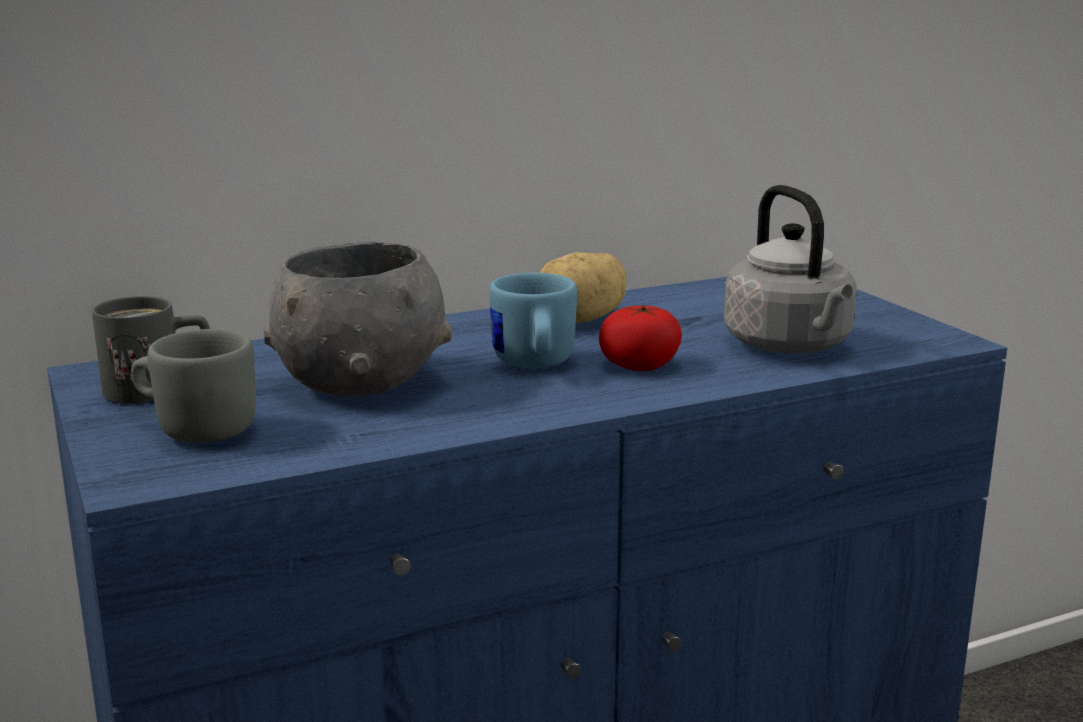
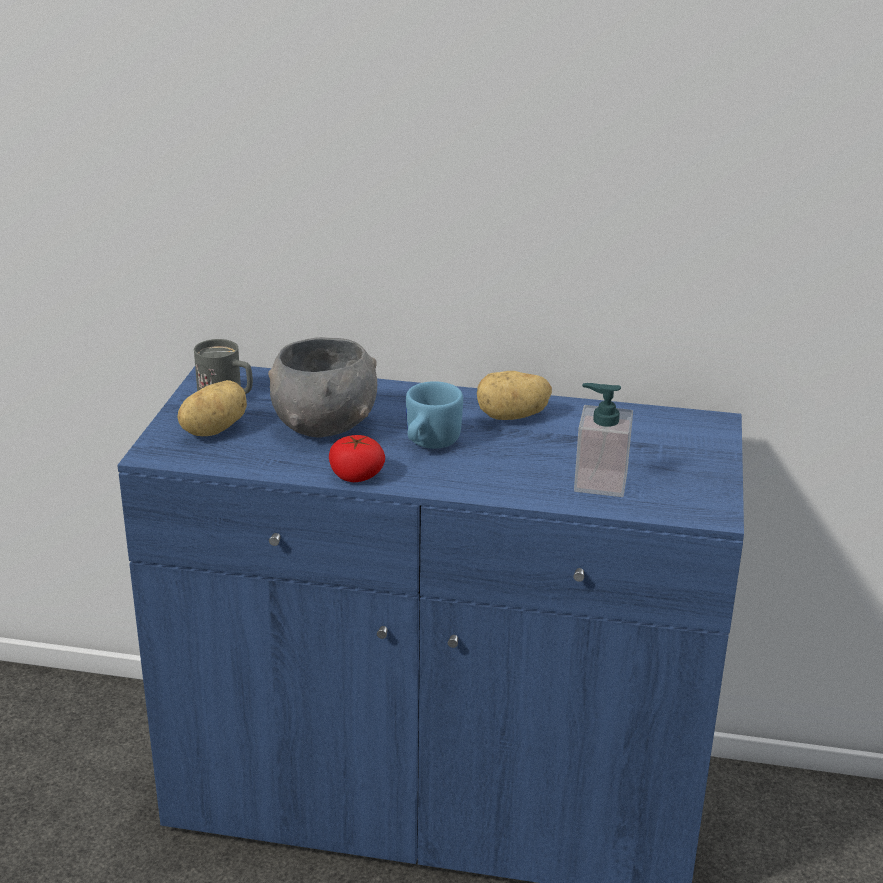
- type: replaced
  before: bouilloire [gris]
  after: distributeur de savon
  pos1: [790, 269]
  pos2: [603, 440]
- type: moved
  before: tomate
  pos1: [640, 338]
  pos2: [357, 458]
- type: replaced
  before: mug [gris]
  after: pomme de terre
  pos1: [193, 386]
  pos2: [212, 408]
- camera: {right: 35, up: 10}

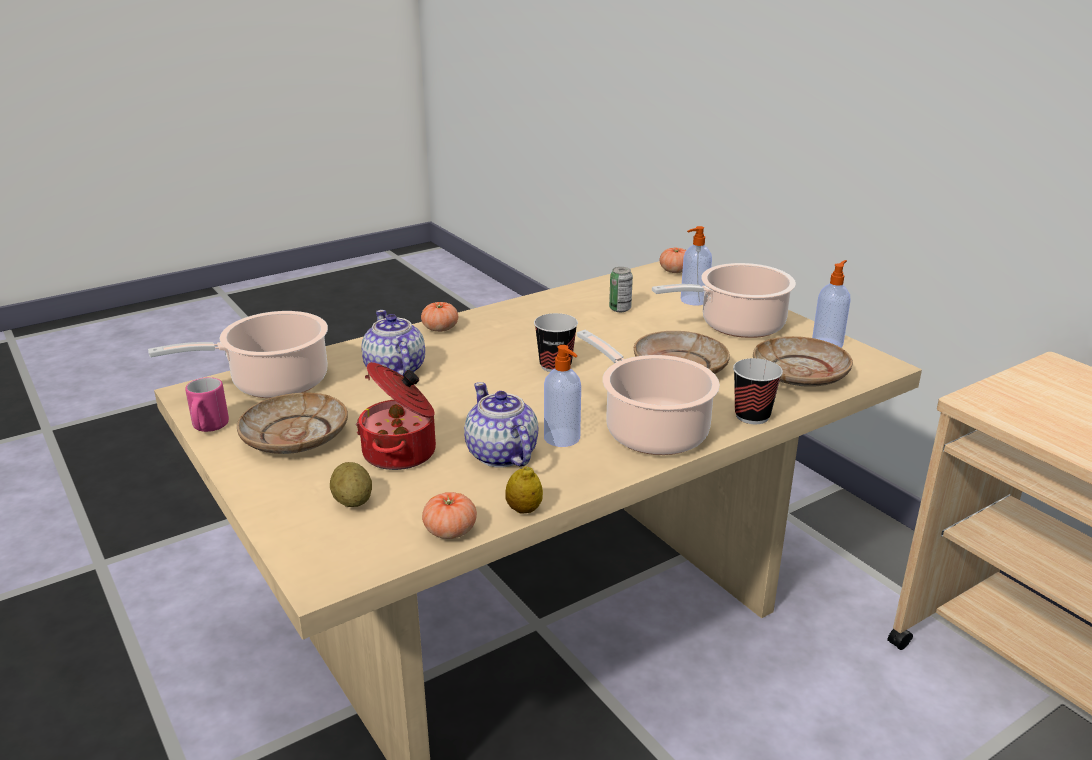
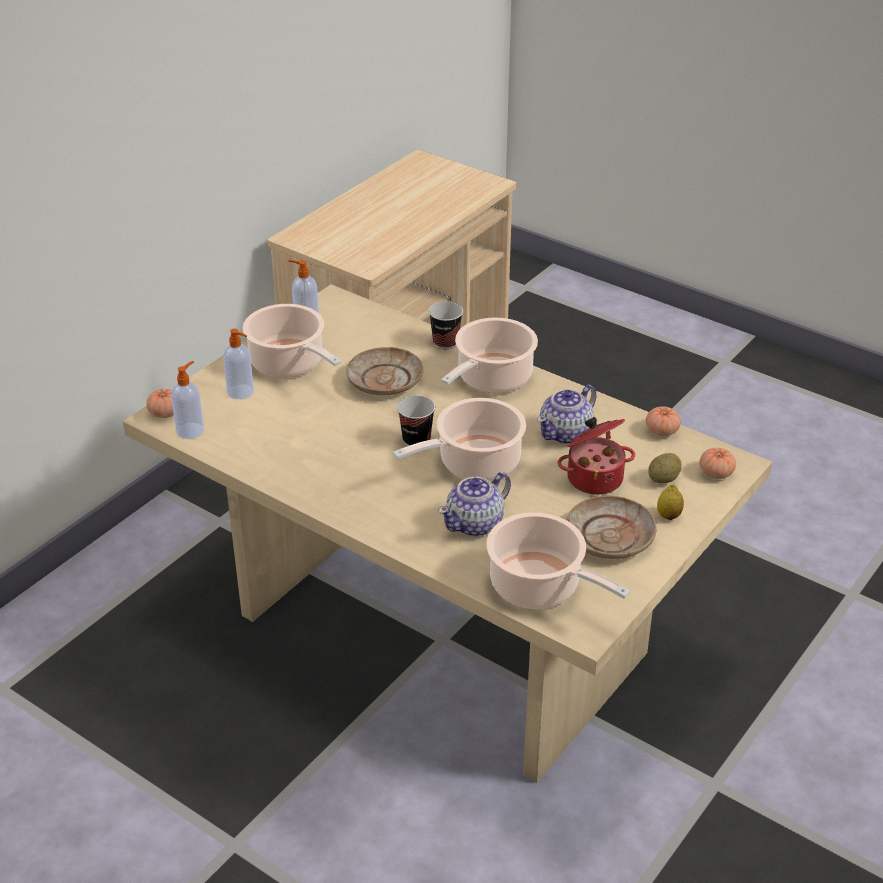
- type: removed
  before: boîte métallique
  pos1: [621, 289]
- type: moved
  before: tomate
  pos1: [439, 317]
  pos2: [717, 463]
- type: removed
  before: assiette [beige]
  pos1: [803, 361]
- type: moved
  before: distributeur de savon
  pos1: [562, 396]
  pos2: [187, 400]
- type: removed
  before: mug [rose]
  pos1: [207, 404]
- type: moved
  before: citron
  pos1: [524, 489]
  pos2: [670, 502]
- type: added
  after: marmite
  pos2: [459, 439]
- camera: {right: -110, up: 10}

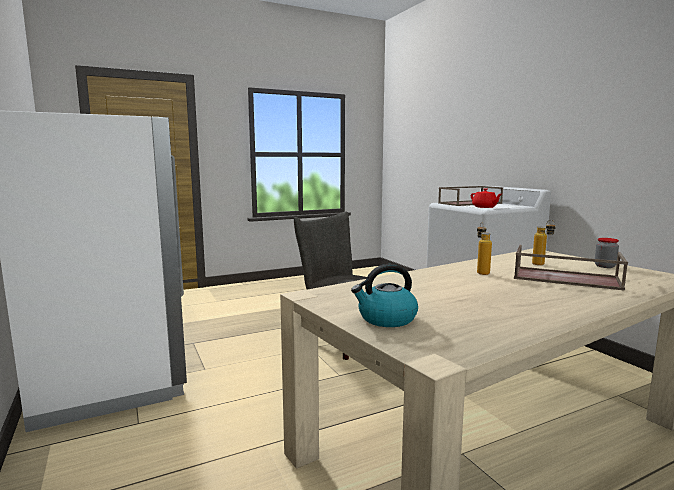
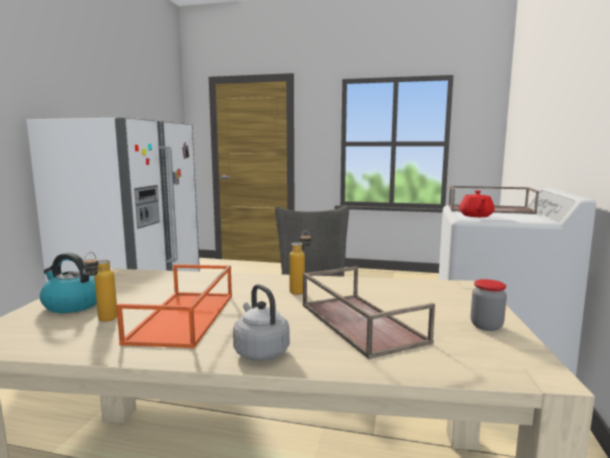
- type: moved
  before: bouteille
  pos1: [544, 242]
  pos2: [100, 287]
- type: added
  after: plateau [orange]
  pos2: [174, 306]
- type: added
  after: bouilloire [gris]
  pos2: [261, 322]
- camera: {right: 40, up: 0}

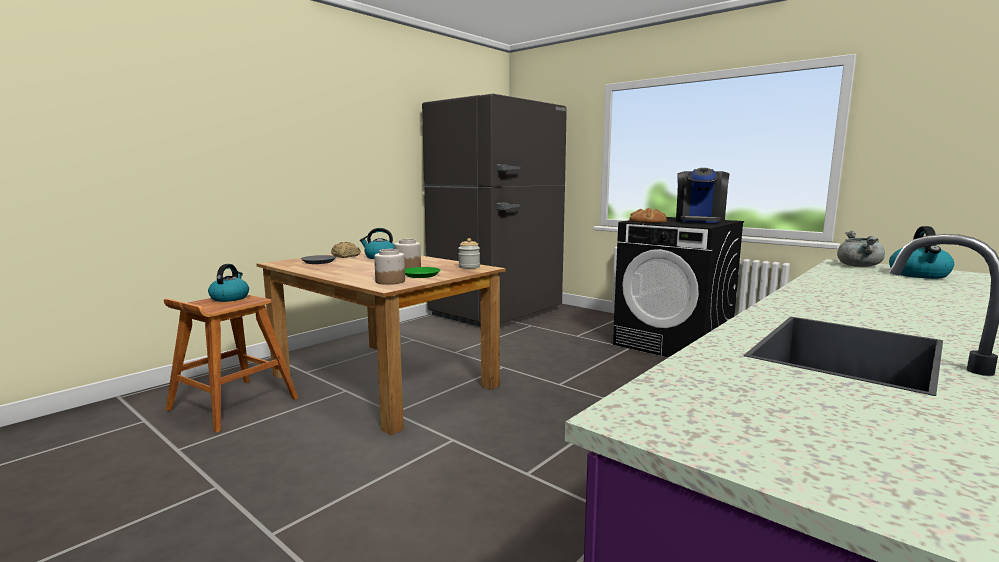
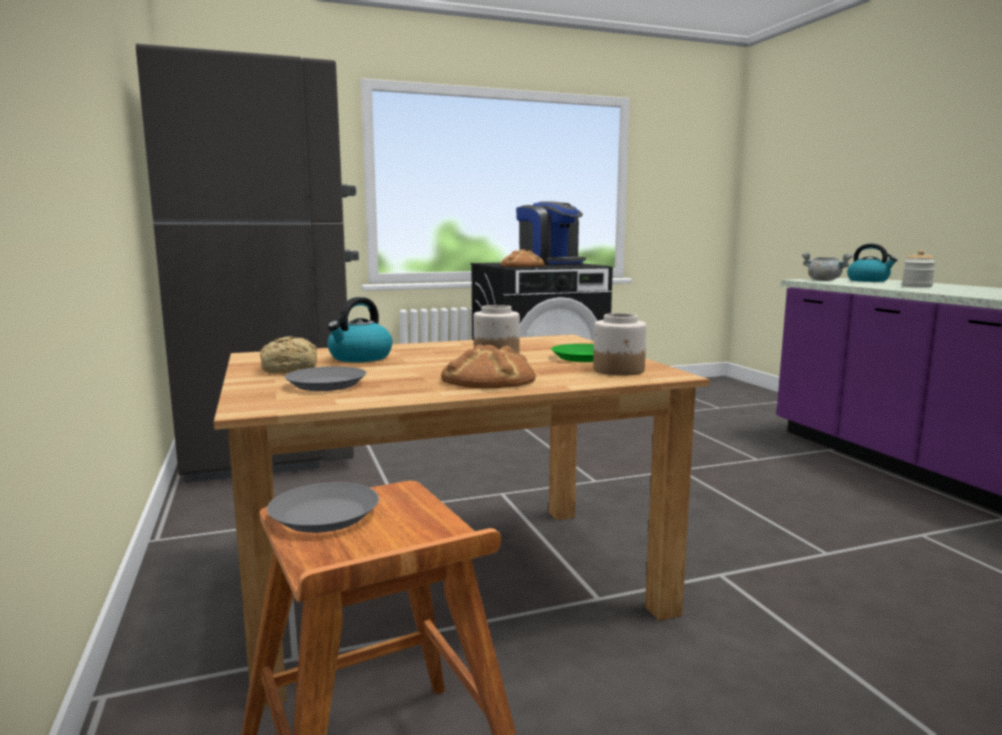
- type: moved
  before: bocal
  pos1: [469, 253]
  pos2: [919, 269]
- type: replaced
  before: bouilloire
  after: assiette [gris]
  pos1: [228, 283]
  pos2: [323, 507]
- type: added
  after: pain
  pos2: [488, 366]
- camera: {right: -60, up: 0}

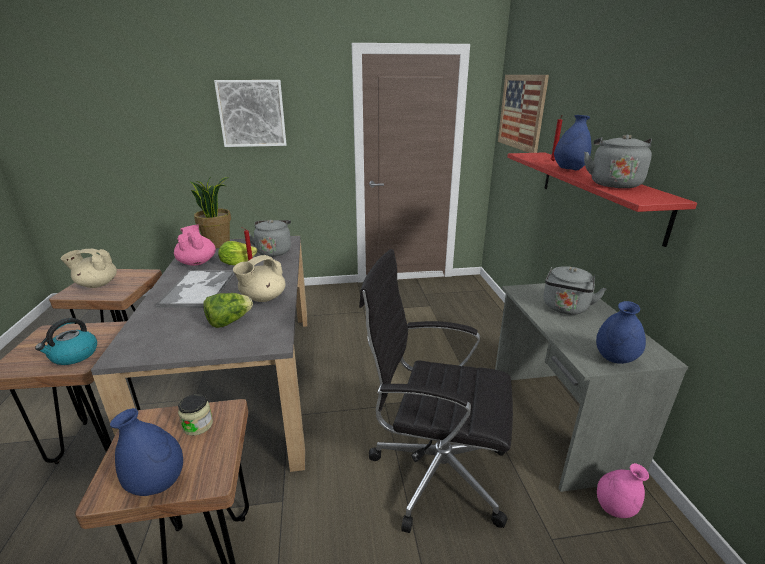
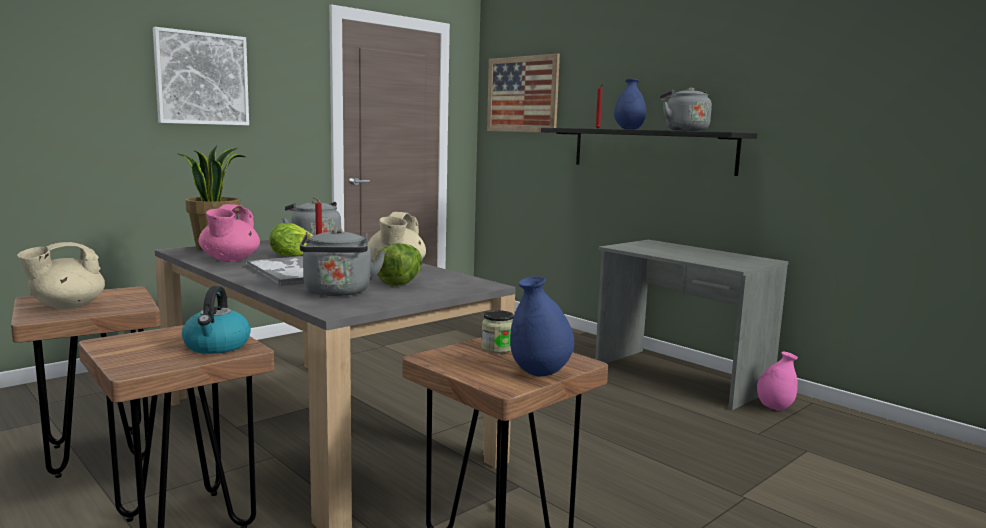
- type: recoloured
  before: étagère [rouge]
  after: étagère [noir]
  pos1: [602, 199]
  pos2: [649, 152]
- type: turned
  before: théière [rose]
  pos1: [195, 245]
  pos2: [229, 232]
  turn: -120
- type: removed
  before: chaise de bureau [noir]
  pos1: [436, 391]
- type: moved
  before: bouilloire [gris]
  pos1: [575, 290]
  pos2: [343, 262]
- type: removed
  before: vase [bleu]
  pos1: [621, 332]
- camera: {right: -35, up: -15}

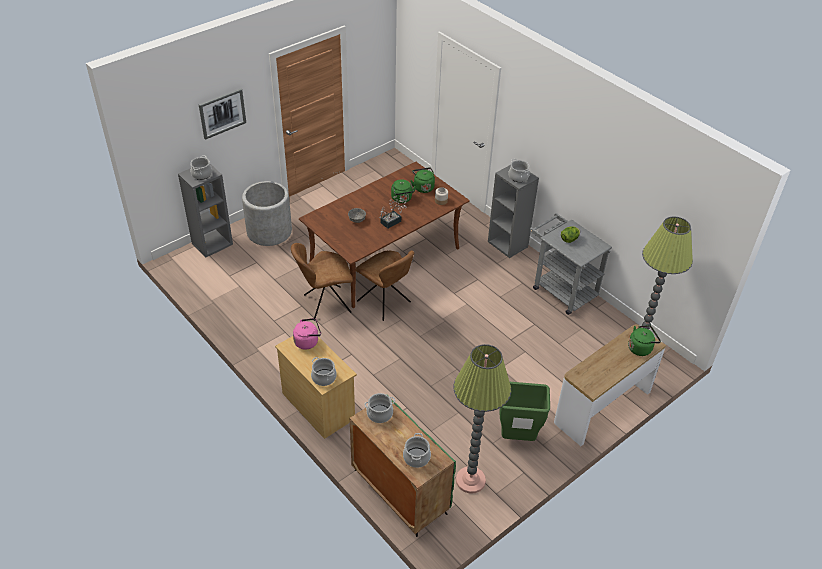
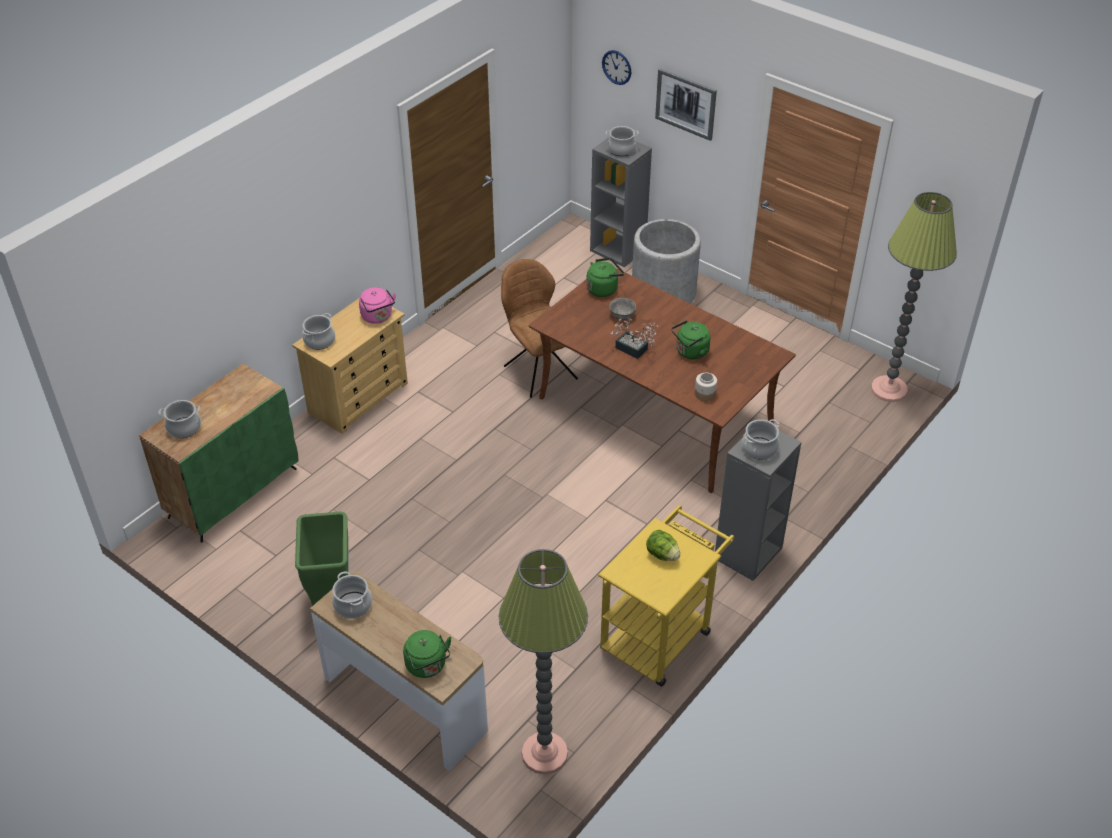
- type: moved
  before: bouilloire [vert]
  pos1: [422, 180]
  pos2: [605, 277]
- type: recoloured
  before: chariot [gris]
  after: chariot [jaune]
  pos1: [570, 264]
  pos2: [666, 596]
- type: removed
  before: chaise [marron]
  pos1: [385, 285]
- type: moved
  before: lampadaire
  pos1: [482, 419]
  pos2: [914, 297]
- type: moved
  before: marmite
  pos1: [379, 408]
  pos2: [352, 595]
- type: added
  after: horloge murale
  pos2: [616, 67]
- camera: {right: 80, up: 0}

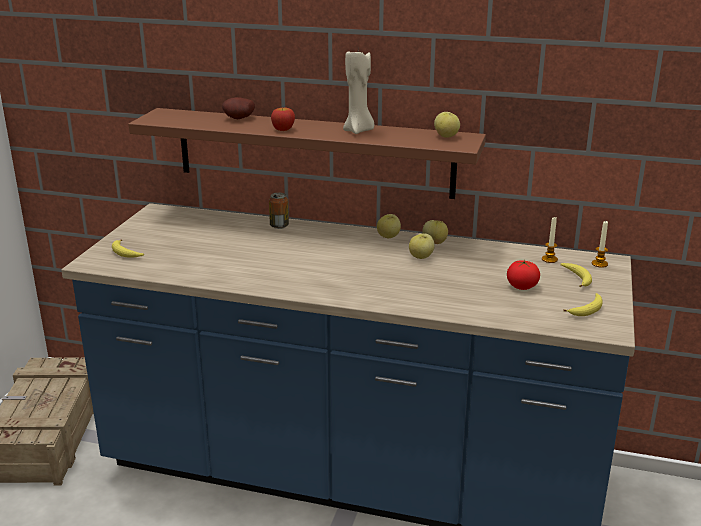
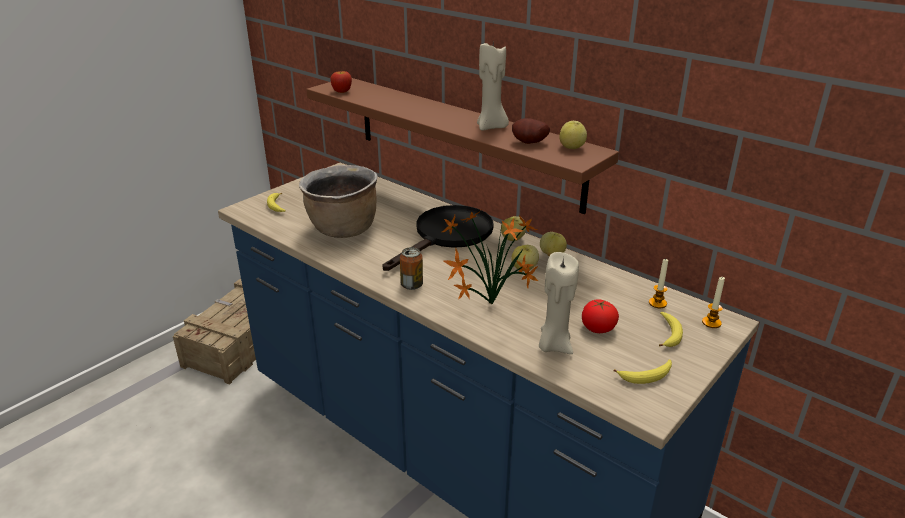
- type: moved
  before: pomme de terre
  pos1: [238, 108]
  pos2: [531, 131]
- type: moved
  before: pomme
  pos1: [283, 119]
  pos2: [341, 82]
- type: moved
  before: boîte métallique
  pos1: [279, 211]
  pos2: [411, 268]
- type: added
  after: marmite [marron]
  pos2: [338, 201]
- type: added
  after: poêle [noir]
  pos2: [438, 238]
- type: added
  after: plante en pot
  pos2: [490, 257]
- type: added
  after: bougie [beige]
  pos2: [559, 303]
- camera: {right: 25, up: 5}

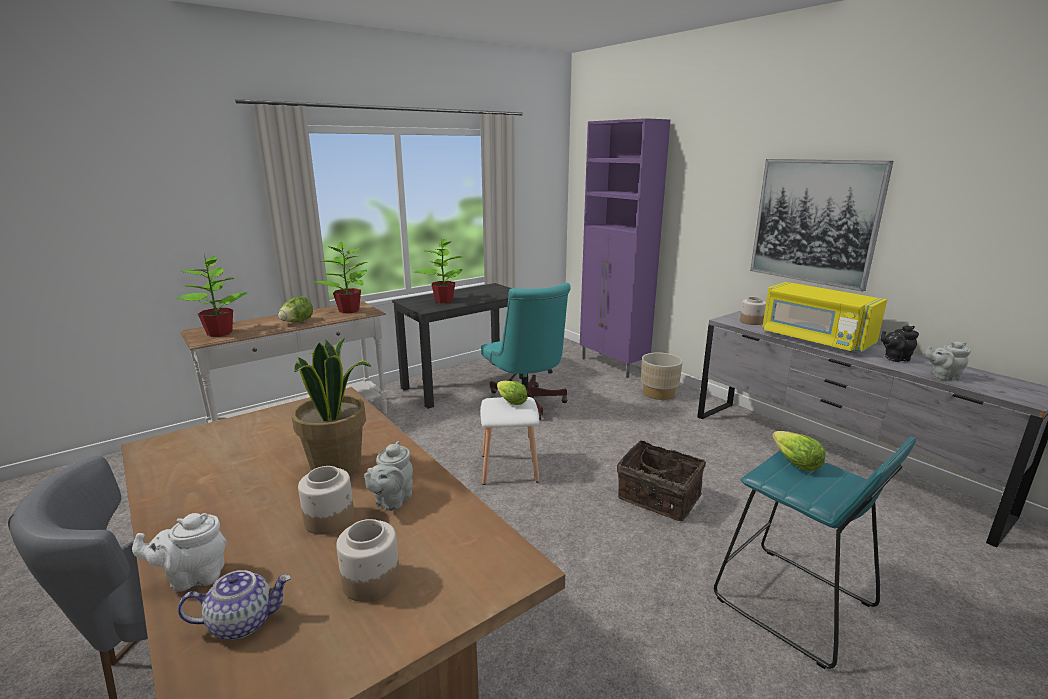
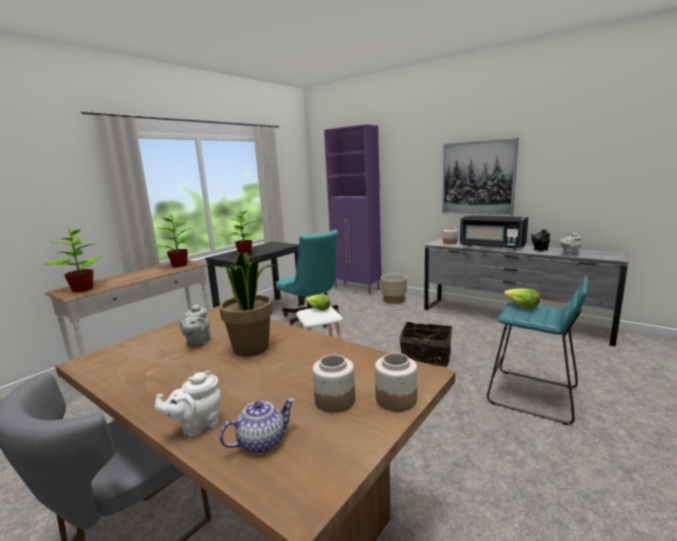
- type: recoloured
  before: micro-ondes [jaune]
  after: micro-ondes [noir]
  pos1: [824, 317]
  pos2: [494, 233]
- type: removed
  before: laitue
  pos1: [295, 309]
- type: moved
  before: théière [gris]
  pos1: [388, 476]
  pos2: [195, 325]
- type: moved
  before: bocal
  pos1: [326, 500]
  pos2: [396, 382]
- camera: {right: -15, up: -5}

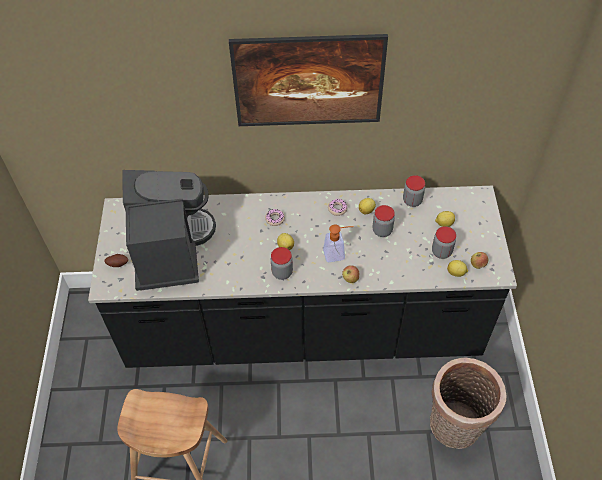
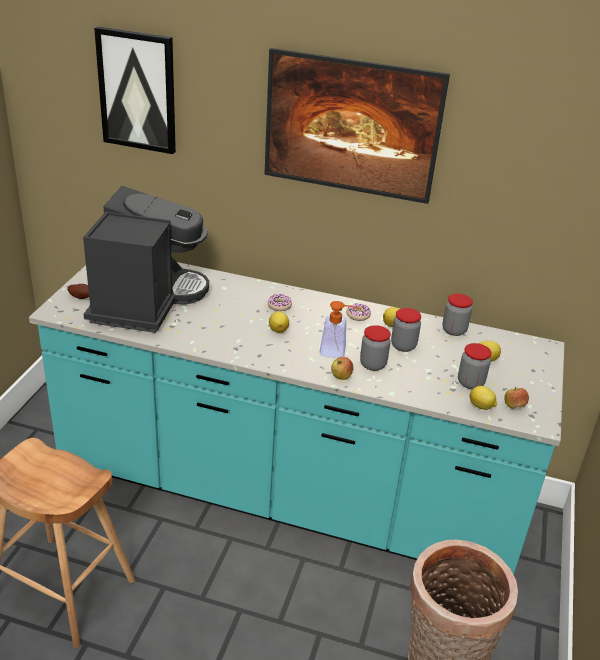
- type: recoloured
  before: comptoir de cuisine [noir]
  after: comptoir de cuisine [turquoise]
  pos1: [302, 277]
  pos2: [297, 418]
- type: moved
  before: bocal
  pos1: [282, 263]
  pos2: [375, 348]
- type: added
  after: tableau
  pos2: [135, 90]
- camera: {right: 15, up: -20}

